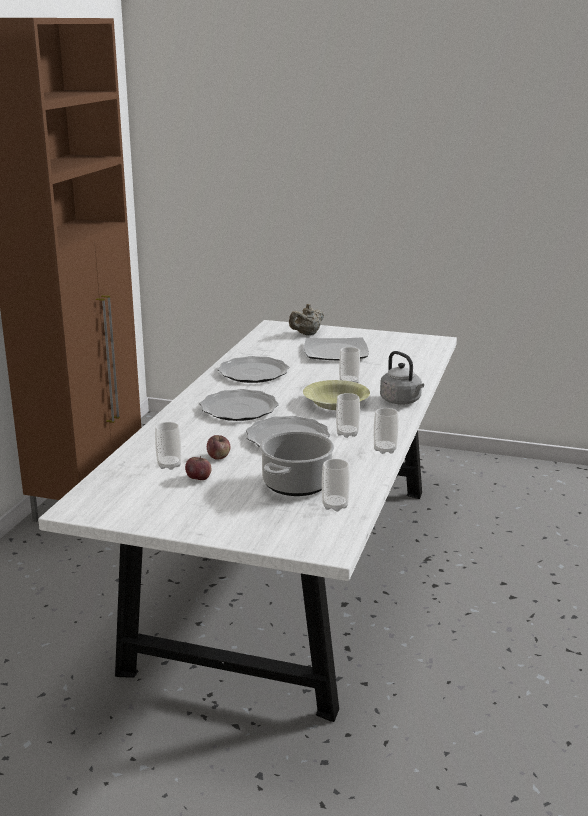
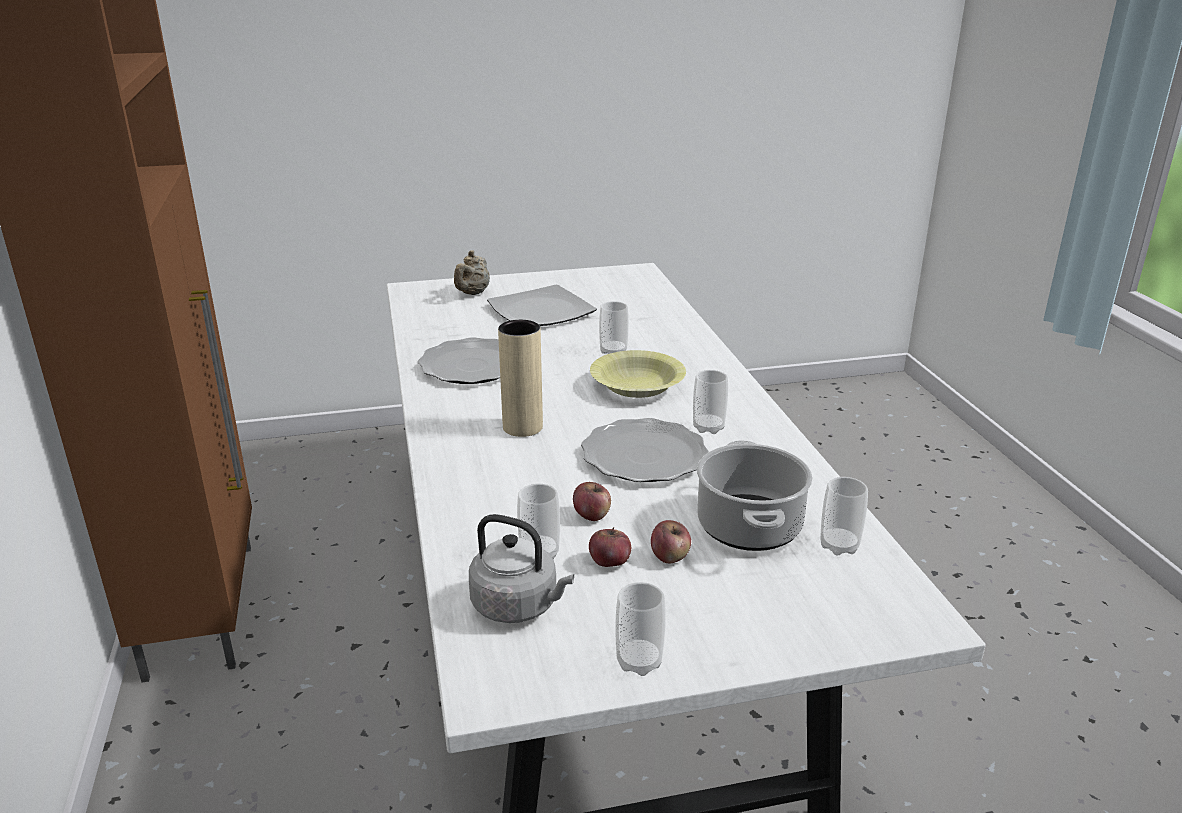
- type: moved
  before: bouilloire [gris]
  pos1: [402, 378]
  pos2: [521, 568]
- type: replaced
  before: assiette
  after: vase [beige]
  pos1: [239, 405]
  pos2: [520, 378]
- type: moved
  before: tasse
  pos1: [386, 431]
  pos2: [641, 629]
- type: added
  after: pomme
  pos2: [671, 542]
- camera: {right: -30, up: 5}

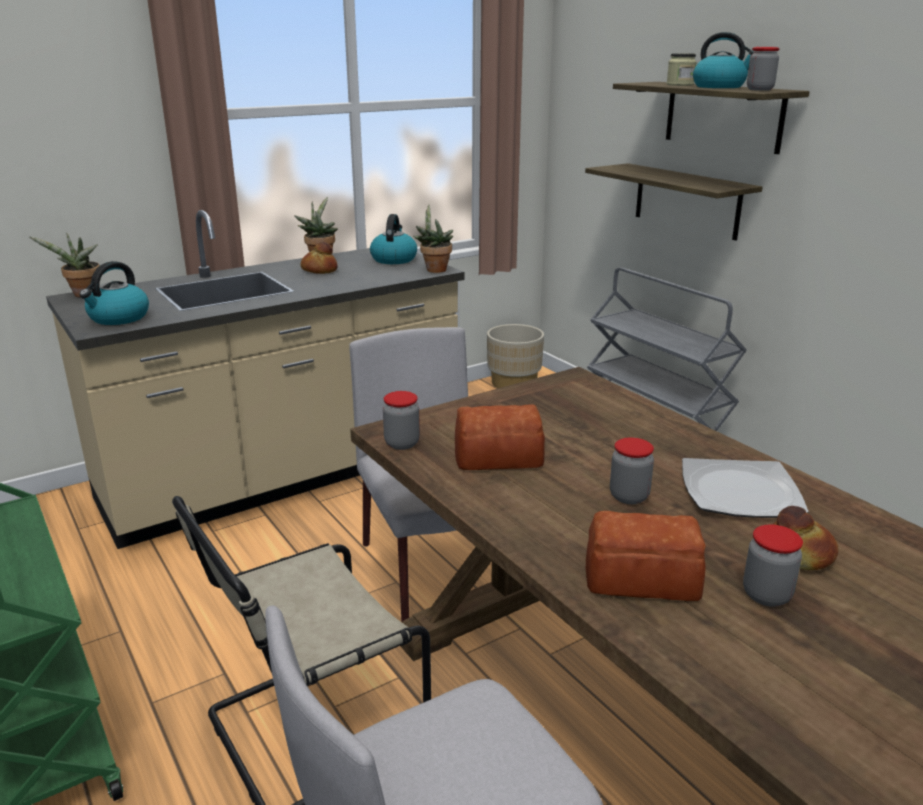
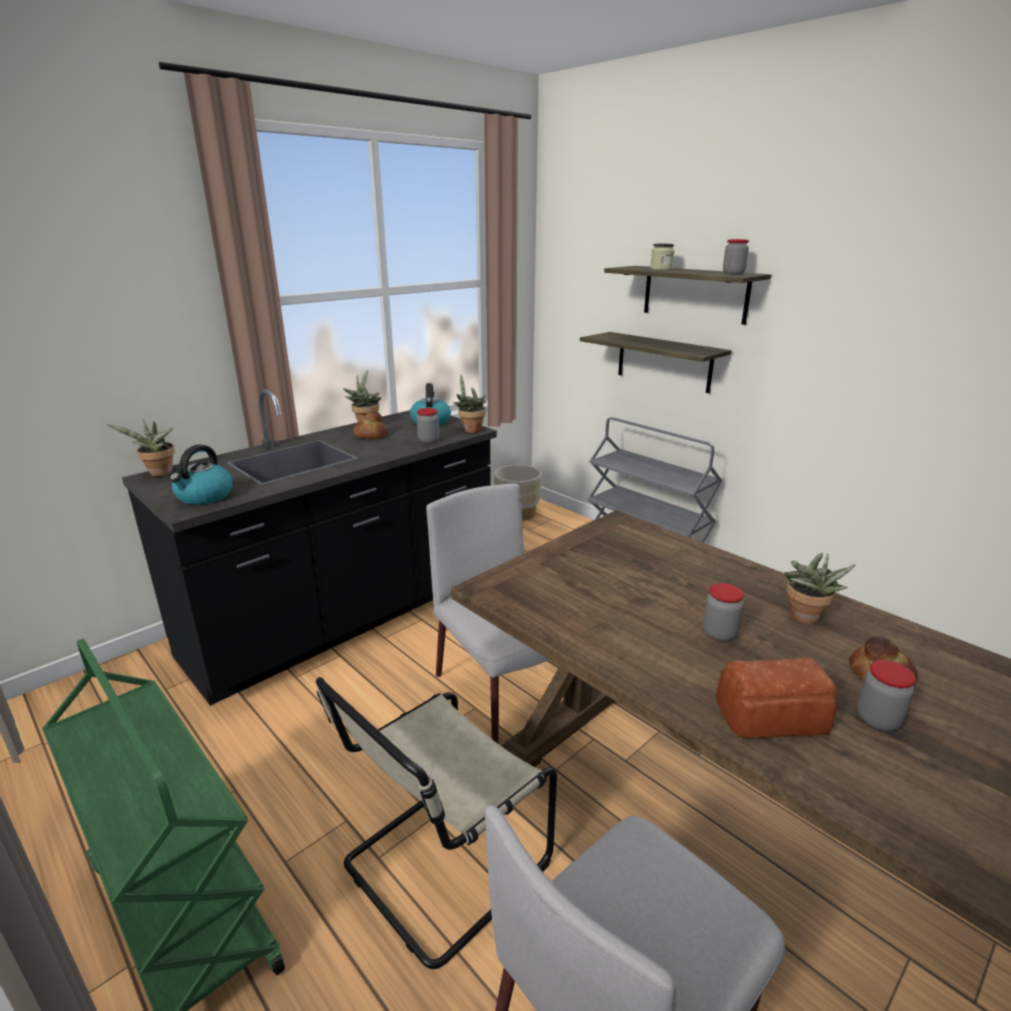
- type: removed
  before: bouilloire
  pos1: [724, 60]
- type: recoloured
  before: comptoir de cuisine [beige]
  after: comptoir de cuisine [noir]
  pos1: [255, 379]
  pos2: [309, 547]
- type: moved
  before: bocal
  pos1: [401, 420]
  pos2: [427, 426]
- type: removed
  before: pain
  pos1: [500, 437]
- type: replaced
  before: assiette
  after: plante en pot
  pos1: [745, 488]
  pos2: [819, 588]
- camera: {right: -10, up: 0}

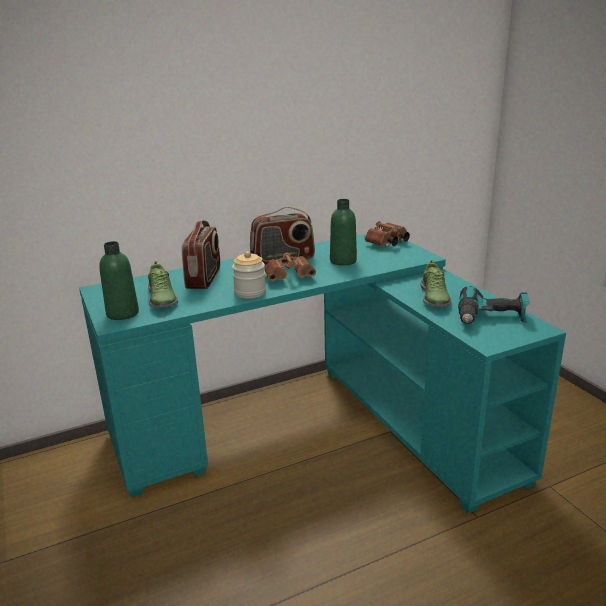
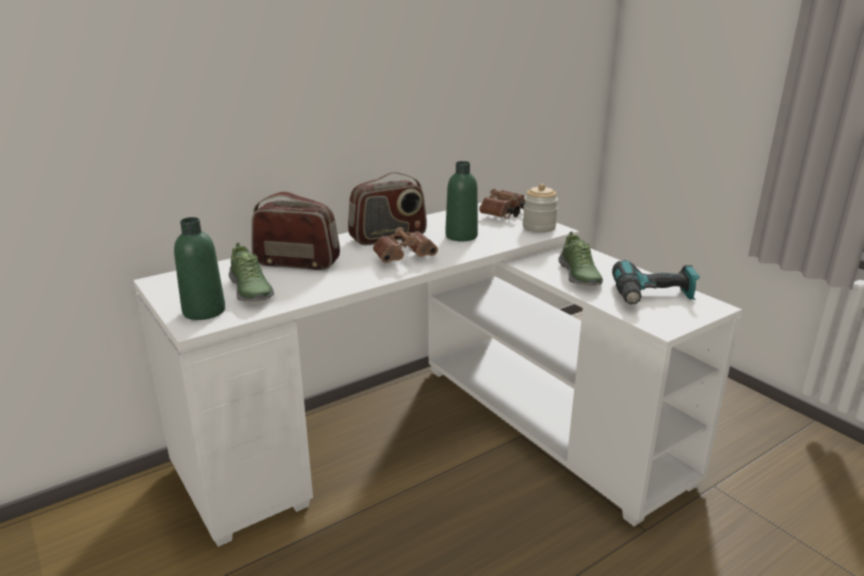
- type: turned
  before: radio
  pos1: [201, 254]
  pos2: [295, 230]
  turn: -75
- type: recoloured
  before: bureau [turquoise]
  after: bureau [blanc]
  pos1: [322, 373]
  pos2: [437, 375]
- type: moved
  before: bocal
  pos1: [249, 274]
  pos2: [540, 208]
- camera: {right: -10, up: 0}

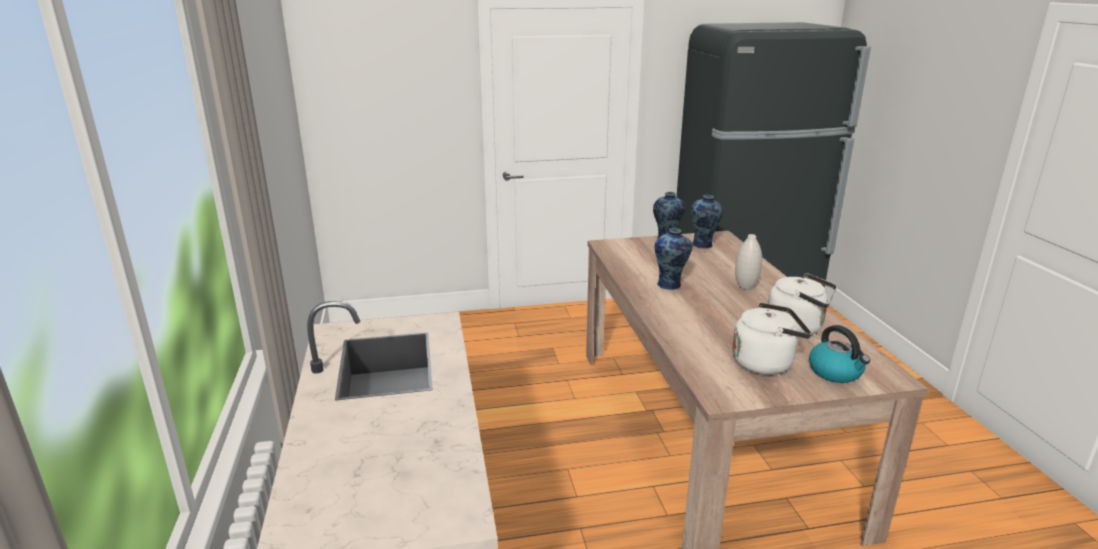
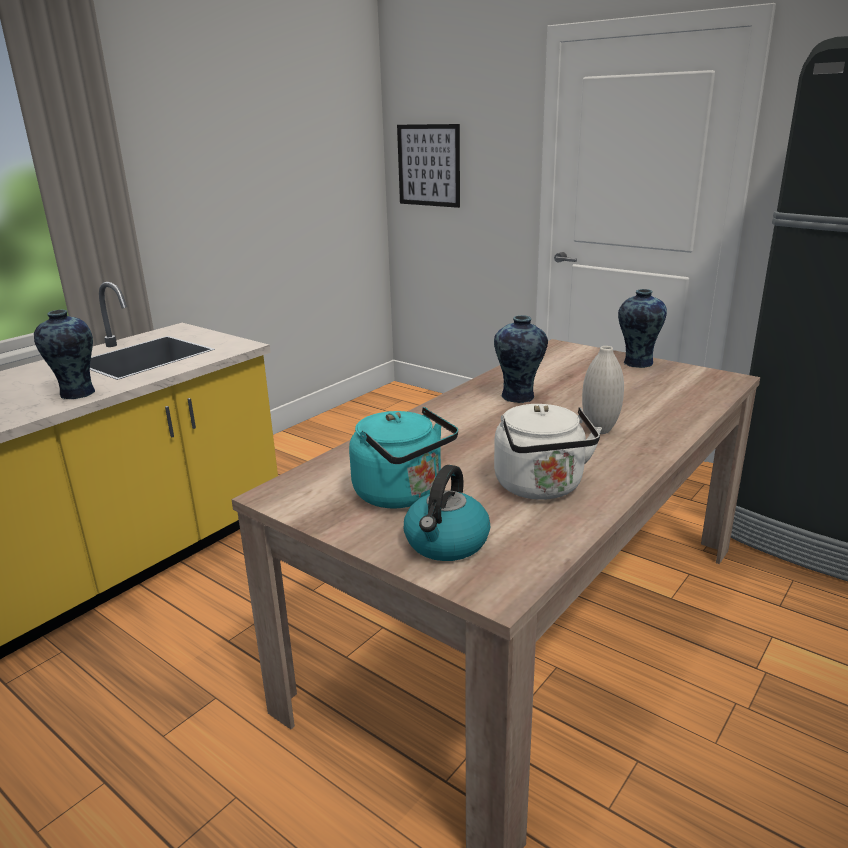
- type: moved
  before: vase
  pos1: [707, 222]
  pos2: [64, 354]
- type: recoloured
  before: bouilloire [blanc]
  after: bouilloire [turquoise]
  pos1: [771, 338]
  pos2: [403, 457]
- type: added
  after: tableau
  pos2: [428, 166]
- camera: {right: 50, up: 0}

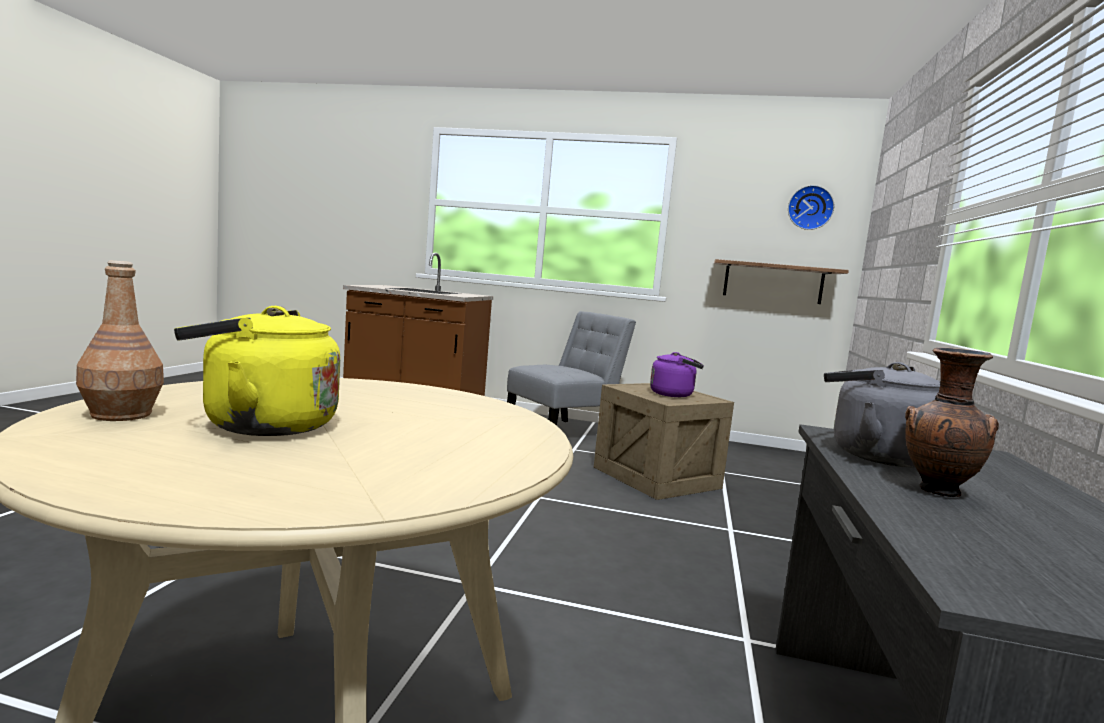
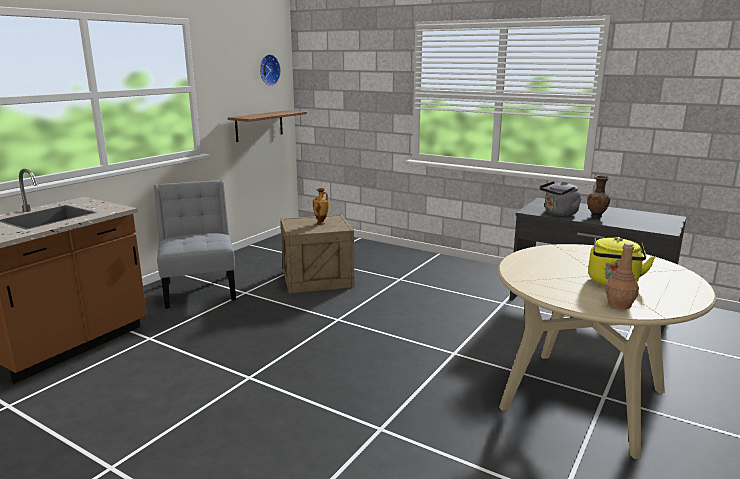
- type: replaced
  before: bouilloire [violet]
  after: vase
  pos1: [677, 374]
  pos2: [321, 206]
- camera: {right: -70, up: 10}

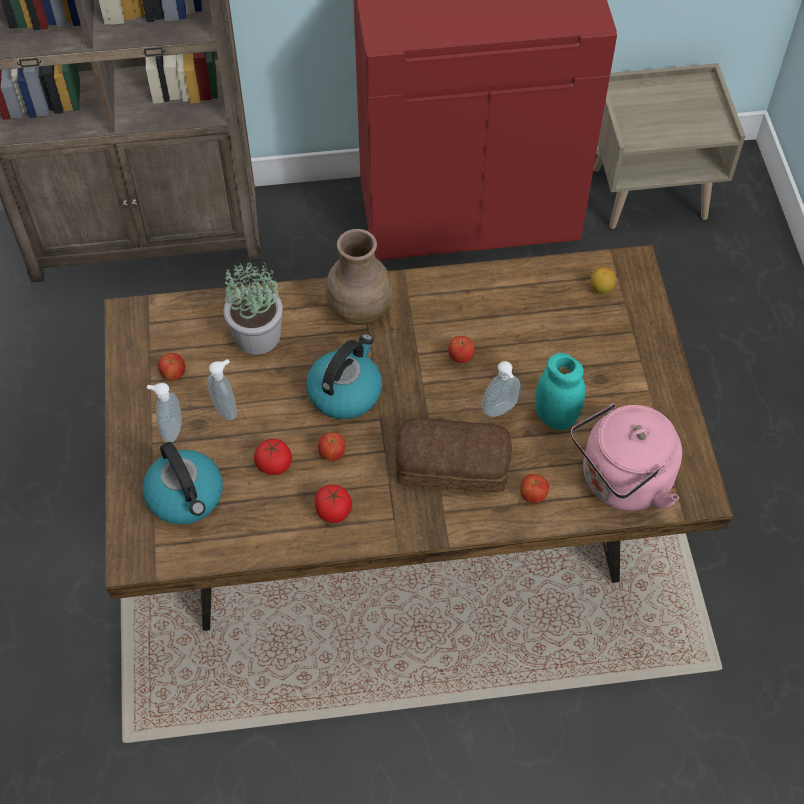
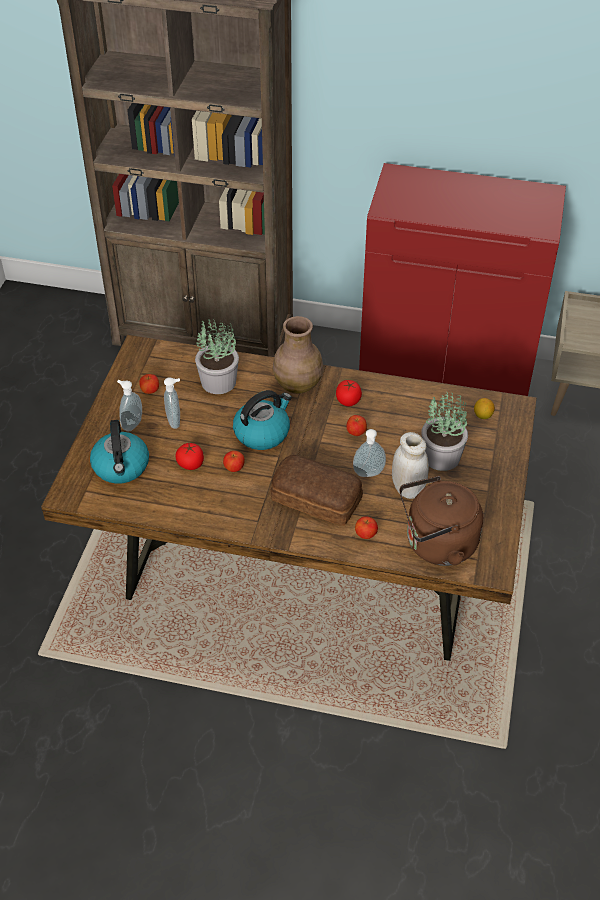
- type: recoloured
  before: bocal [turquoise]
  after: bocal [blanc]
  pos1: [560, 391]
  pos2: [410, 465]
- type: recoloured
  before: bouilloire [rose]
  after: bouilloire [marron]
  pos1: [626, 457]
  pos2: [441, 521]
- type: moved
  before: tomate
  pos1: [333, 504]
  pos2: [349, 393]
- type: added
  after: plante en pot
  pos2: [444, 431]
- camera: {right: 20, up: -10}

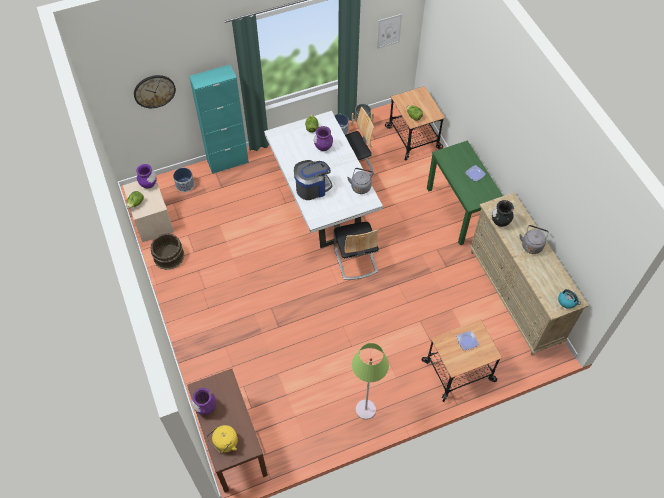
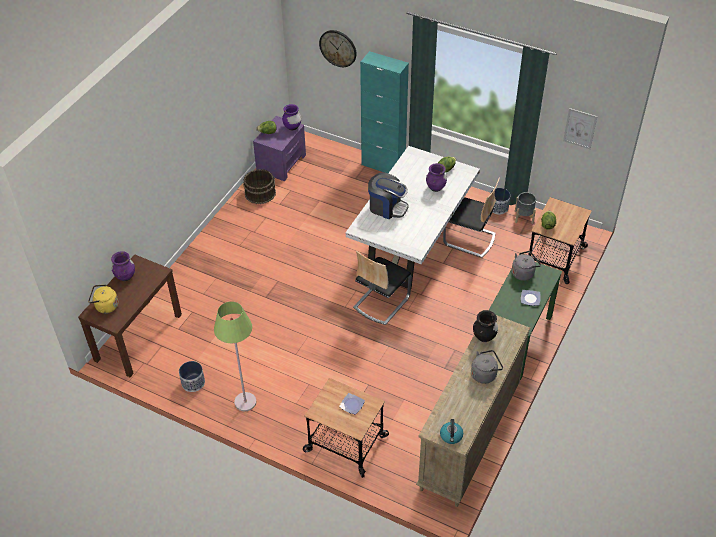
- type: moved
  before: cache-pot
  pos1: [184, 180]
  pos2: [192, 376]
- type: moved
  before: bouilloire [gris]
  pos1: [360, 181]
  pos2: [526, 266]
- type: recoloured
  before: table de chevet [beige]
  after: table de chevet [violet]
  pos1: [148, 211]
  pos2: [279, 148]
- camera: {right: 50, up: -10}

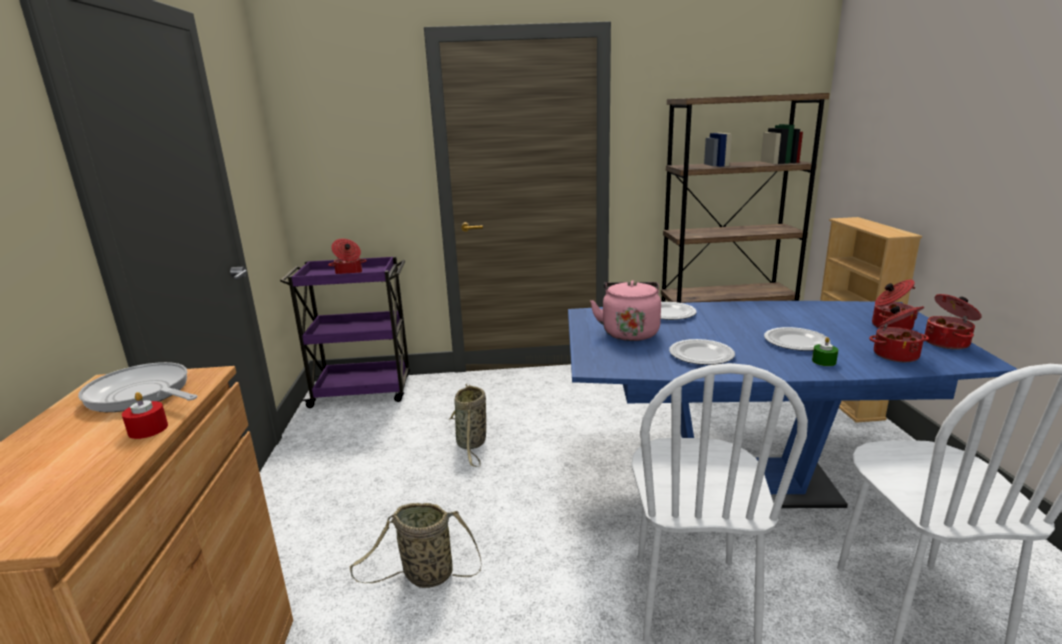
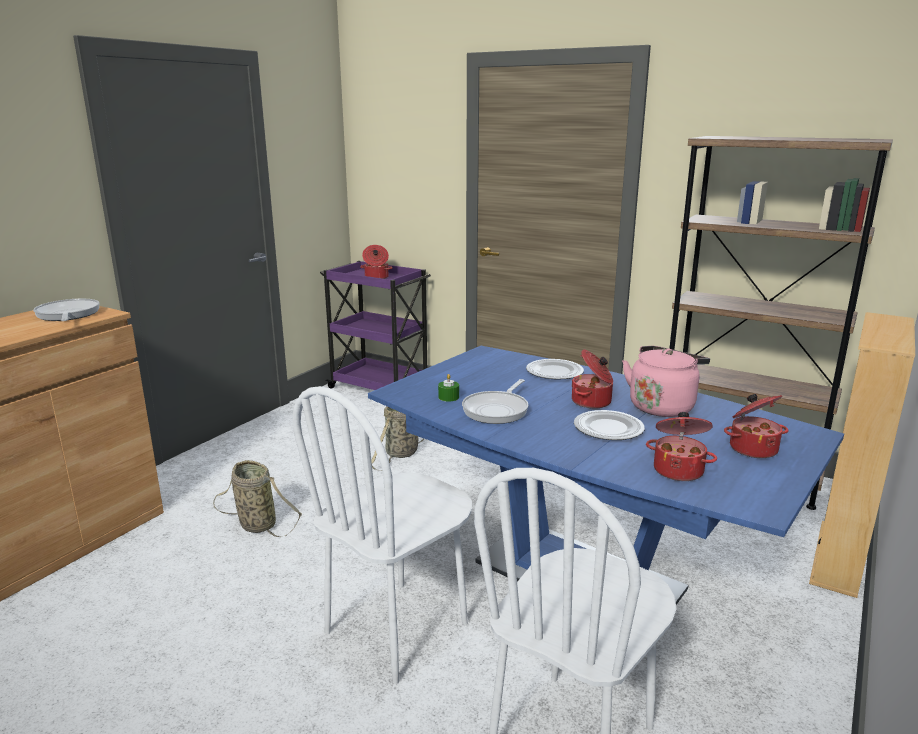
- type: moved
  before: bouilloire [rose]
  pos1: [625, 310]
  pos2: [666, 381]
- type: moved
  before: marmite
  pos1: [953, 322]
  pos2: [592, 379]
- type: moved
  before: bougie [vert]
  pos1: [825, 351]
  pos2: [448, 388]
- type: replaced
  before: assiette
  after: poêle
  pos1: [702, 352]
  pos2: [495, 401]
- type: removed
  before: bougie [rouge]
  pos1: [145, 415]
- camera: {right: 35, up: 0}

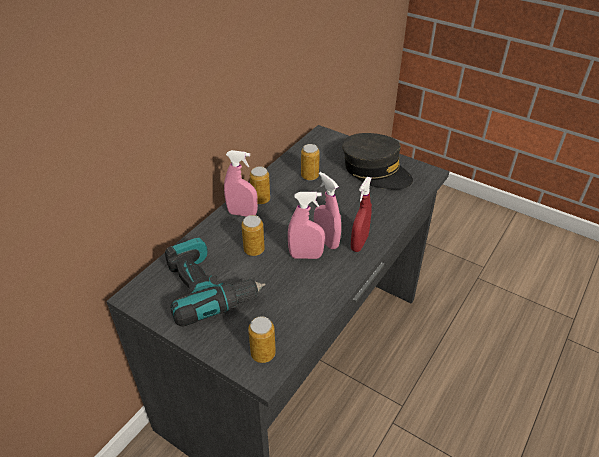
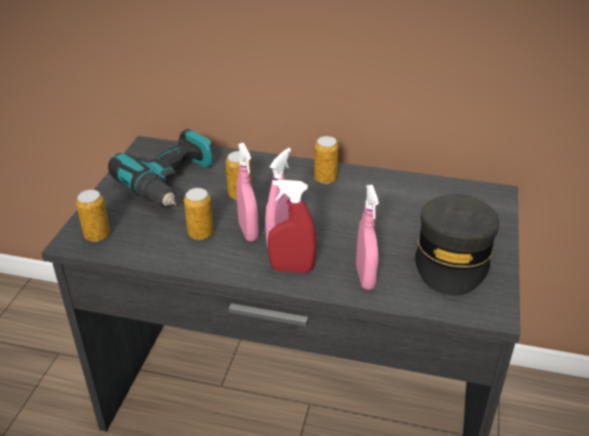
- type: moved
  before: boîte métallique
  pos1: [310, 162]
  pos2: [199, 214]
- type: moved
  before: vaporisateur [rose]
  pos1: [241, 183]
  pos2: [367, 237]
- camera: {right: 70, up: -5}

